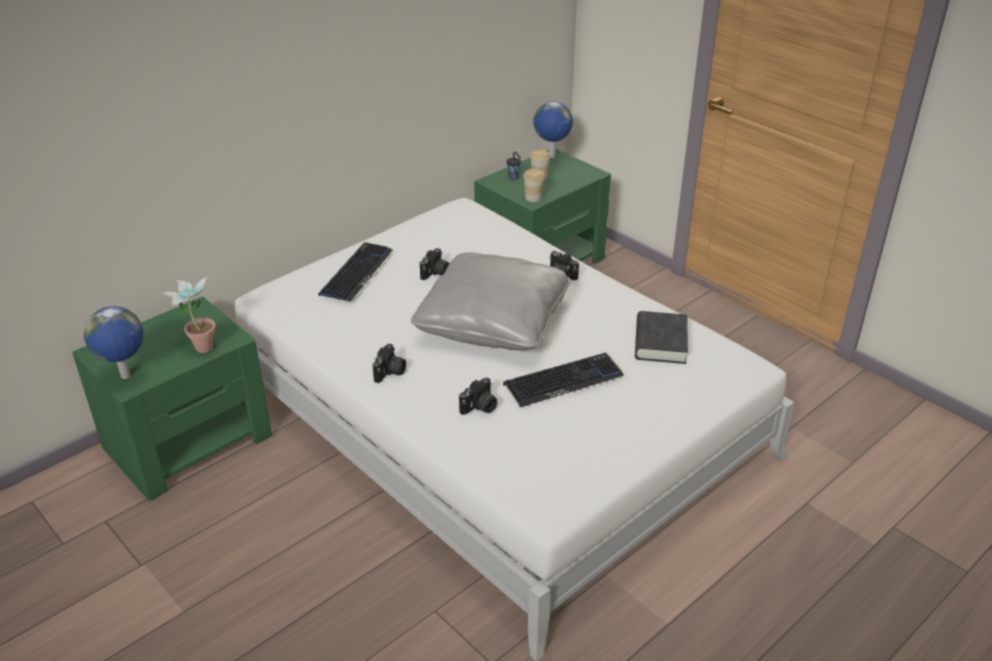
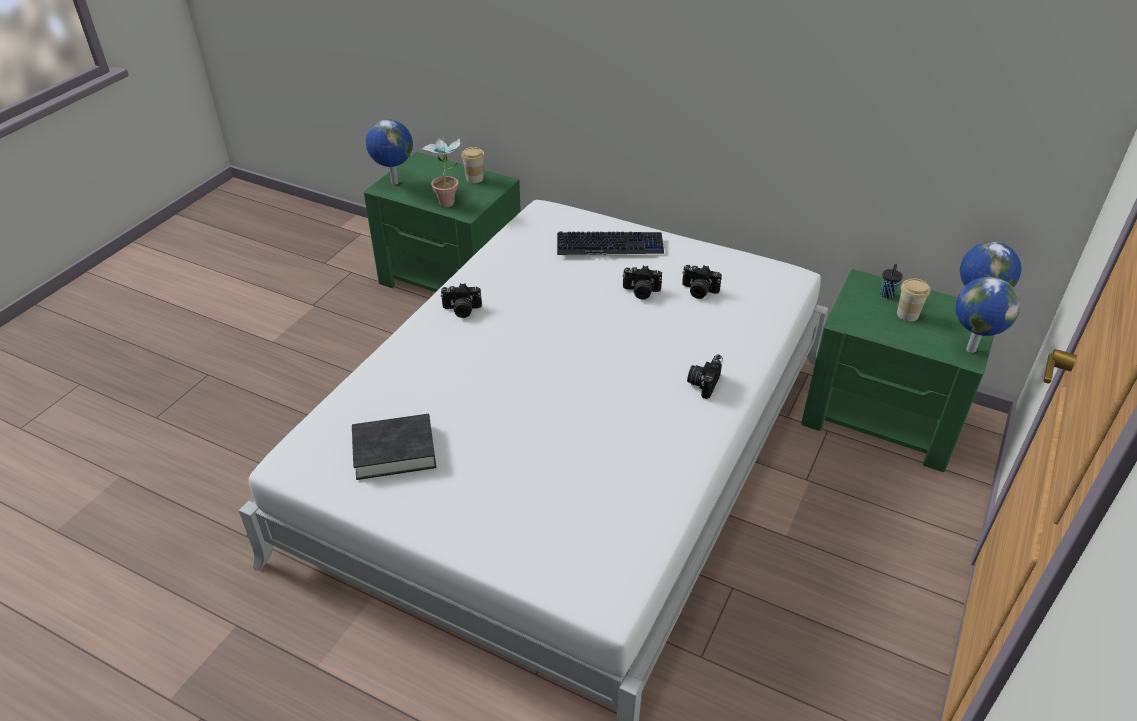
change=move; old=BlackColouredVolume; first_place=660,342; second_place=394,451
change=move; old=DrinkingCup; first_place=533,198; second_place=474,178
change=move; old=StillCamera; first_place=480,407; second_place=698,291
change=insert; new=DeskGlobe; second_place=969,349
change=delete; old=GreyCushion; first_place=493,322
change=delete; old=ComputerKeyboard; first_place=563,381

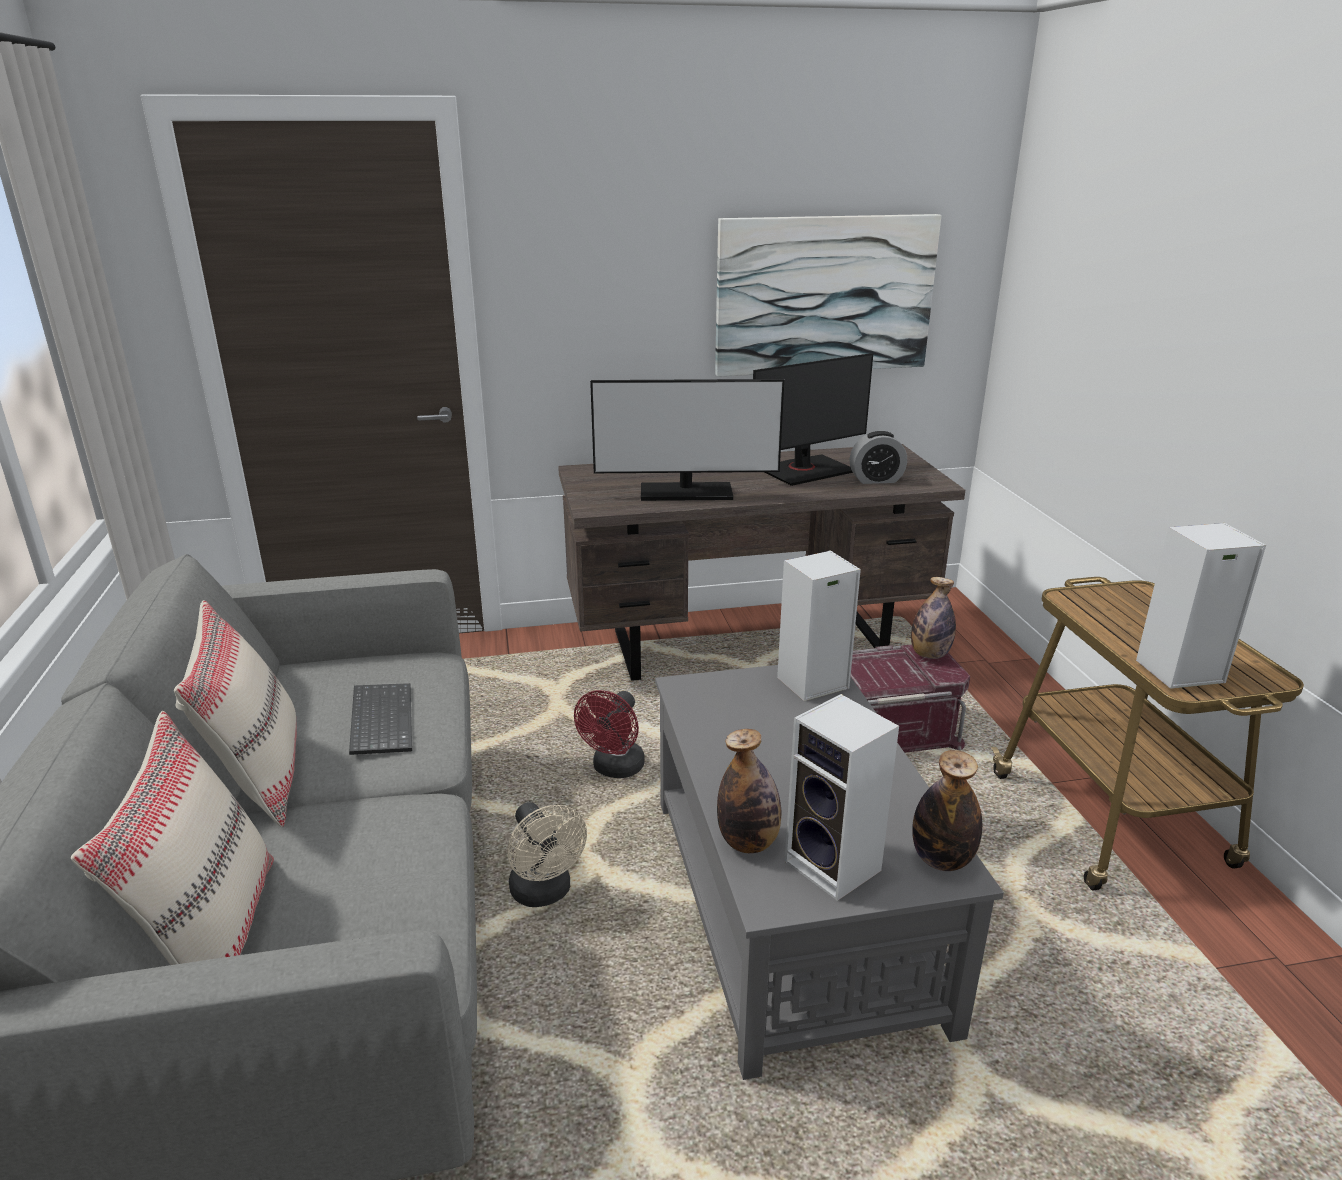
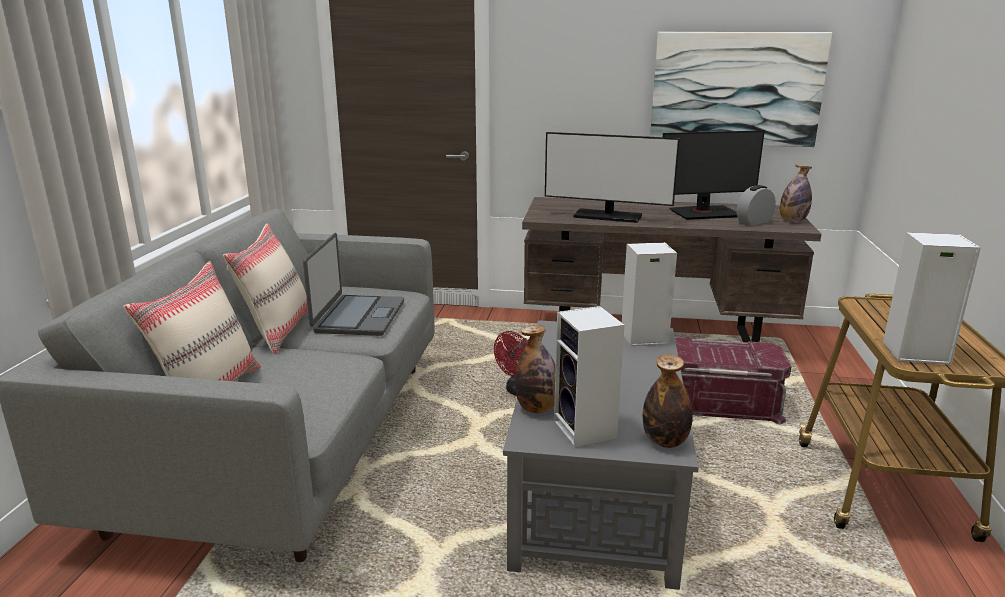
change=replace; old=ComputerKeyboard; new=NotebookComputer; first_place=379,720; second_place=358,317
change=rotate; old=BedsideClock; first_place=876,480; second_place=754,222; degrees=135
change=move; old=DrinkBottle; first_place=929,655; second_place=792,221
change=delete; old=BeigeColouredFan; first_place=545,893

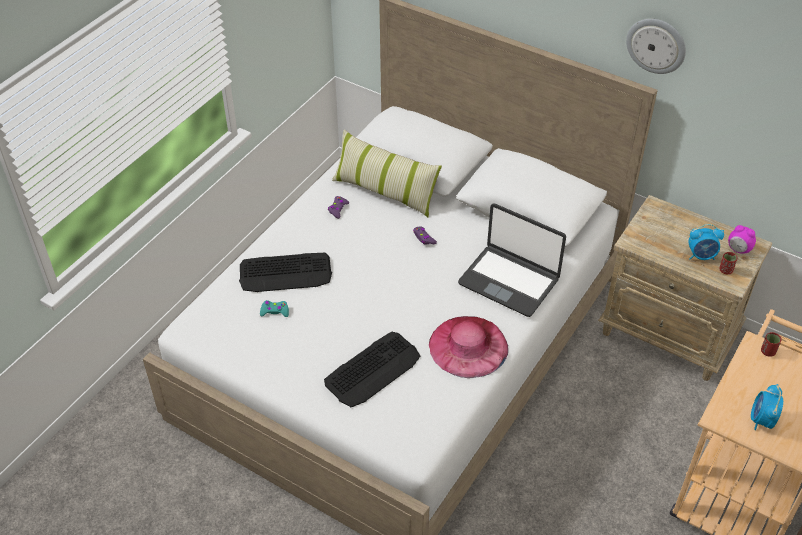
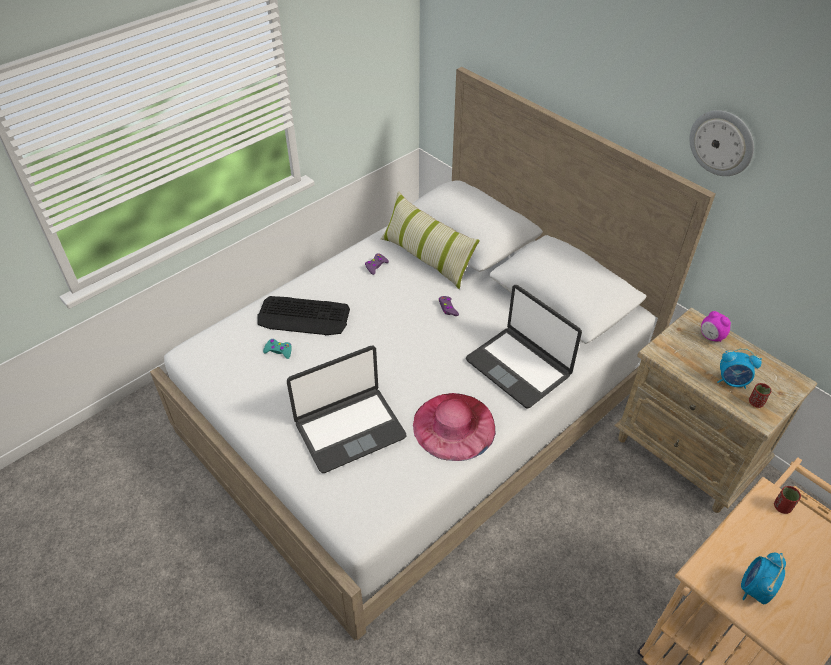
change=replace; old=ComputerKeyboard; new=NotebookComputer; first_place=373,369; second_place=349,429
change=move; old=BedsideClock; first_place=738,250; second_place=711,337

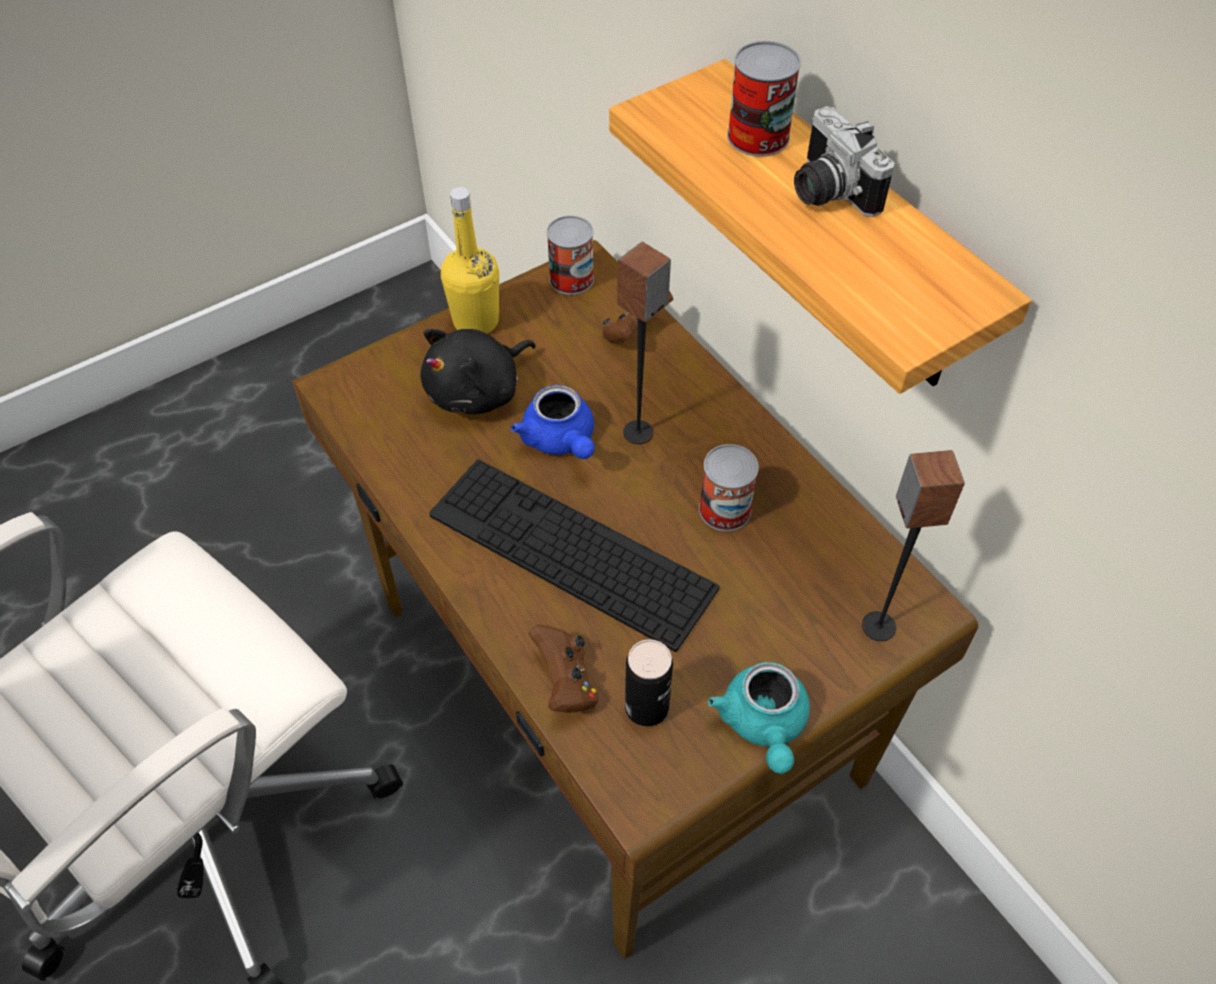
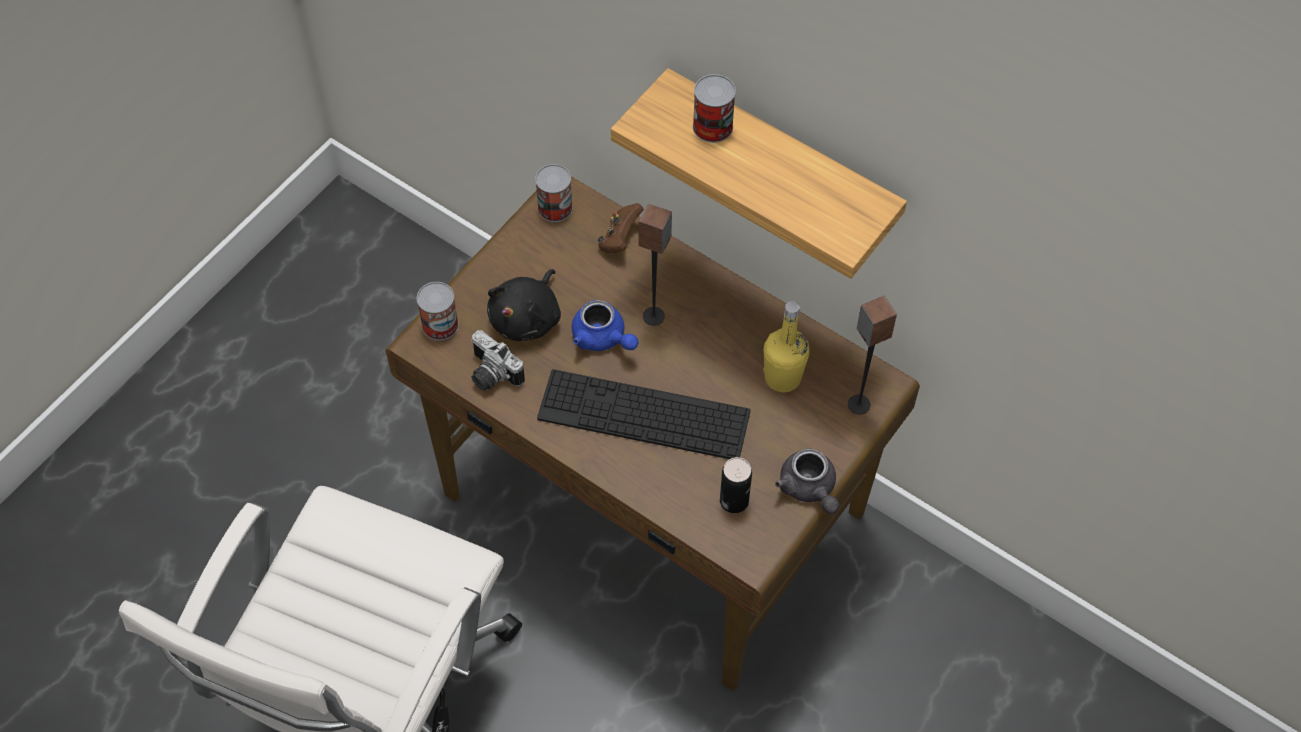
change=move; old=Can; first_place=725,509; second_place=440,325
change=move; old=StillCamera; first_place=826,191; second_place=491,374
change=move; old=YellowDrinkBottle; first_place=476,321; second_place=782,377
change=recolor; old=TurquoiseColouredTeaPot; new=GreyTeaPot; first_place=763,725; second_place=809,489
change=delete; old=BrownishGamepad; first_place=566,683

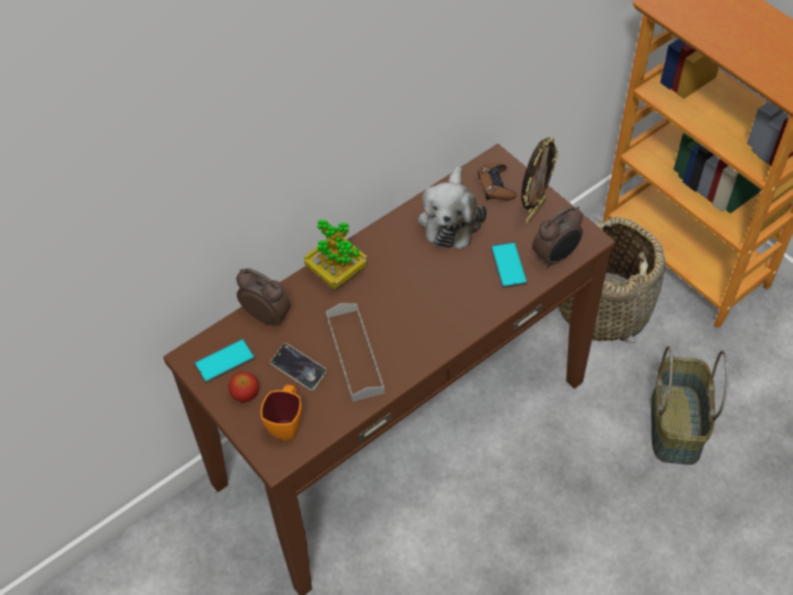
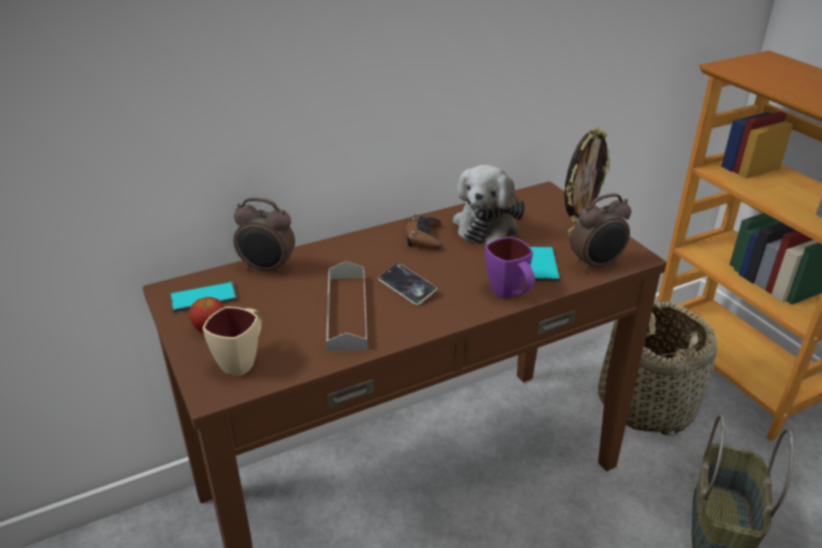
change=recolor; old=OrangeCoffeeMug; new=BeigeColouredCoffeeMug; first_place=287,424; second_place=243,360
change=rotate; old=BedsideClock; first_place=267,315; second_place=267,269; degrees=150
change=move; old=Telephone; first_place=298,369; second_place=407,287
change=move; old=BrownishGamepad; first_place=496,186; second_place=424,237
change=insert; new=PurpleCoffeeMug; second_place=510,294
change=delete; old=PottedPlant; first_place=337,272

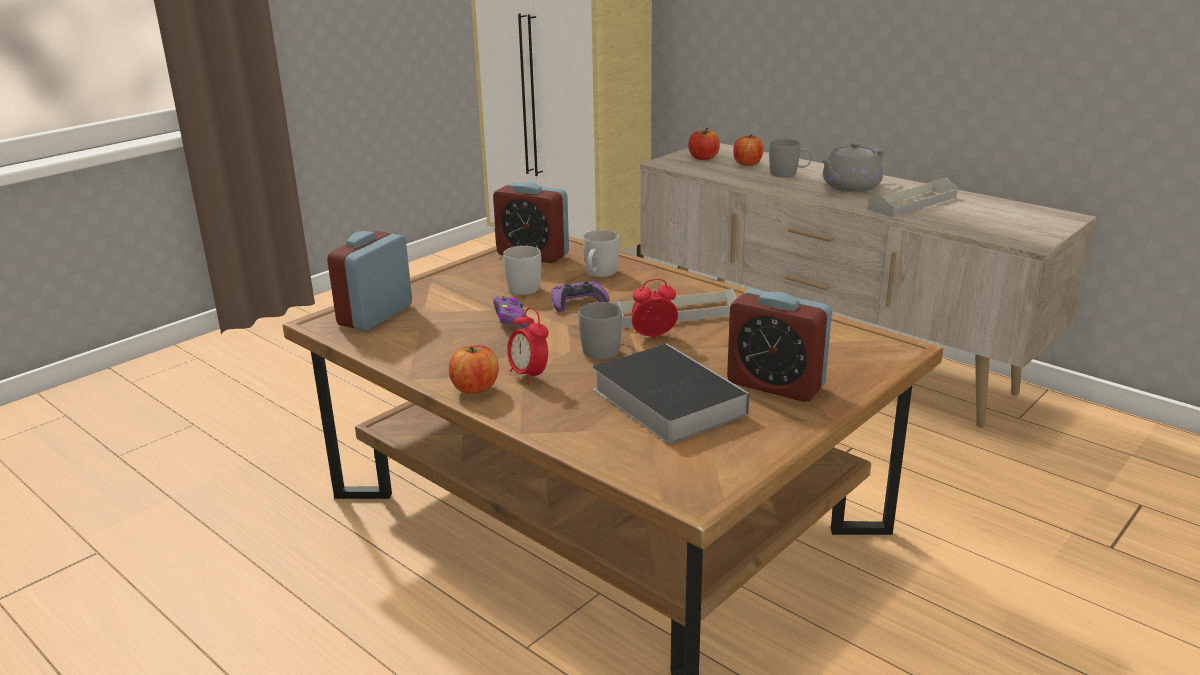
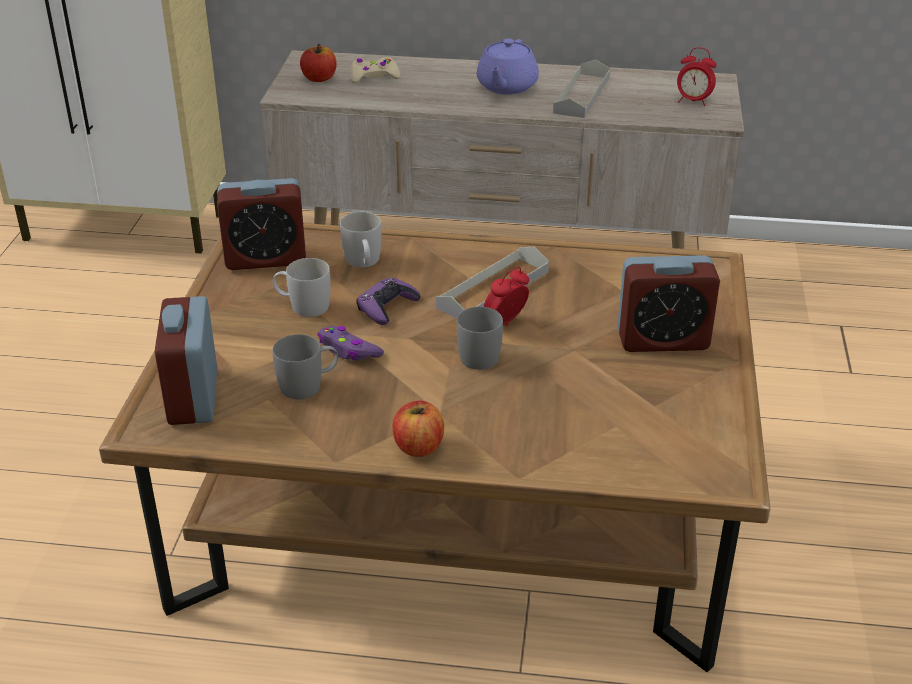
change=move; old=GreyCoffeeMug; first_place=789,174; second_place=308,385
change=replace; old=Apple; new=BeigeColouredGamepad; first_place=747,164; second_place=374,77
change=recolor; old=GreyTeaPot; new=PurpleTeaPot; first_place=850,187; second_place=506,87
change=move; old=BedsideClock; first_place=529,375; second_place=693,101
change=delete; old=Volume; first_place=664,399

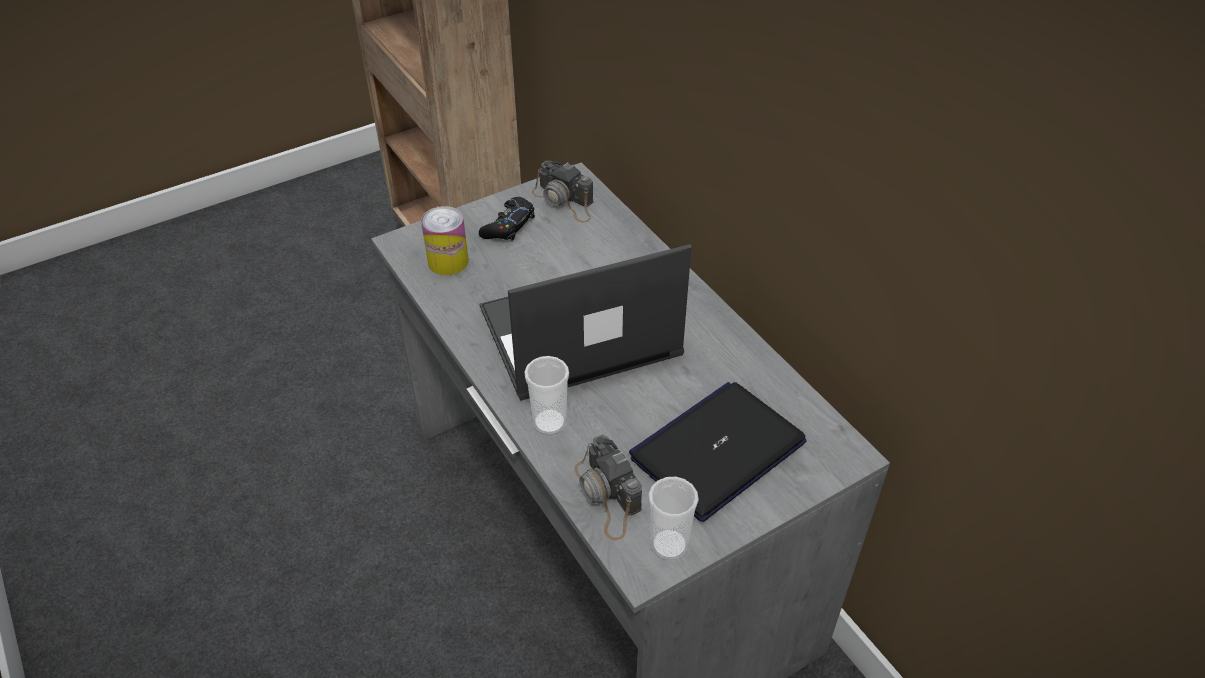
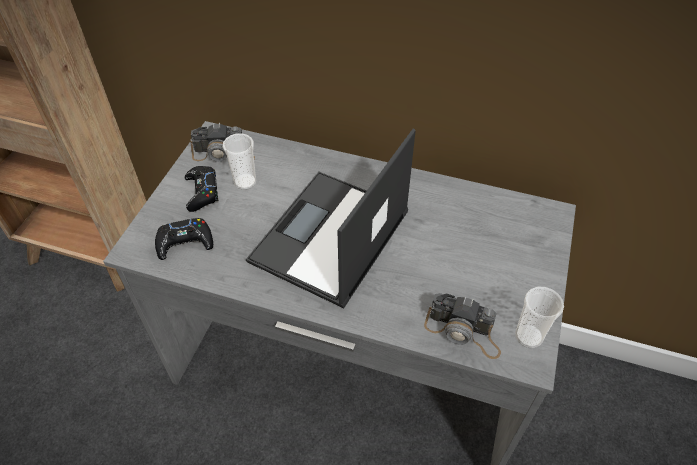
change=replace; old=Can; new=BlackColouredGamepad; first_place=448,261; second_place=185,243
change=move; old=DrinkingCup; first_place=549,422; second_place=245,182
change=delete; old=NotebookComputer; first_place=717,450

